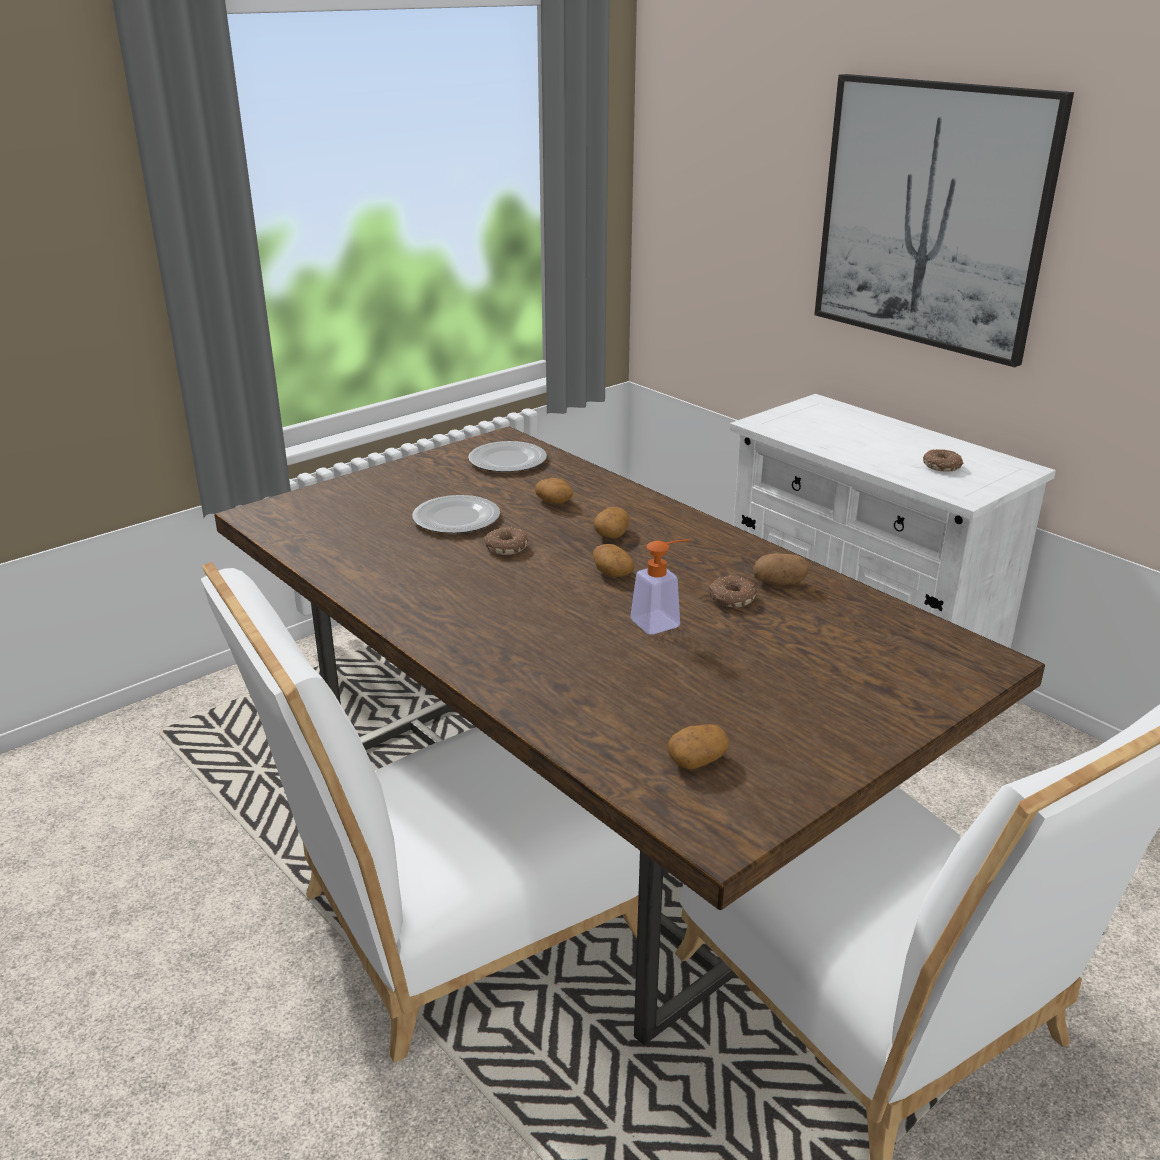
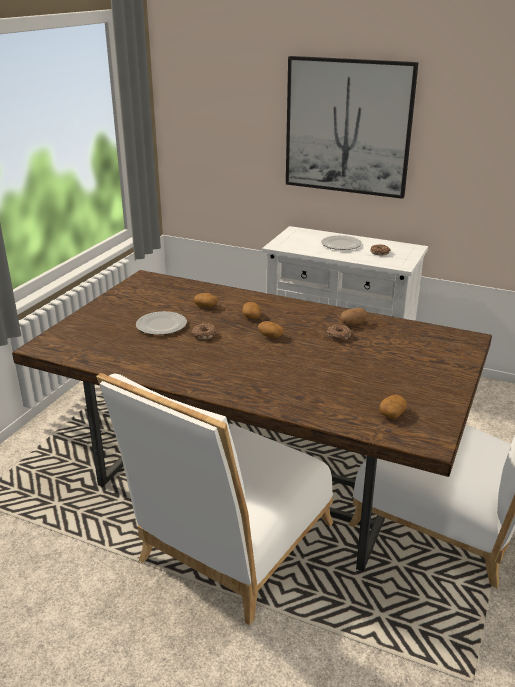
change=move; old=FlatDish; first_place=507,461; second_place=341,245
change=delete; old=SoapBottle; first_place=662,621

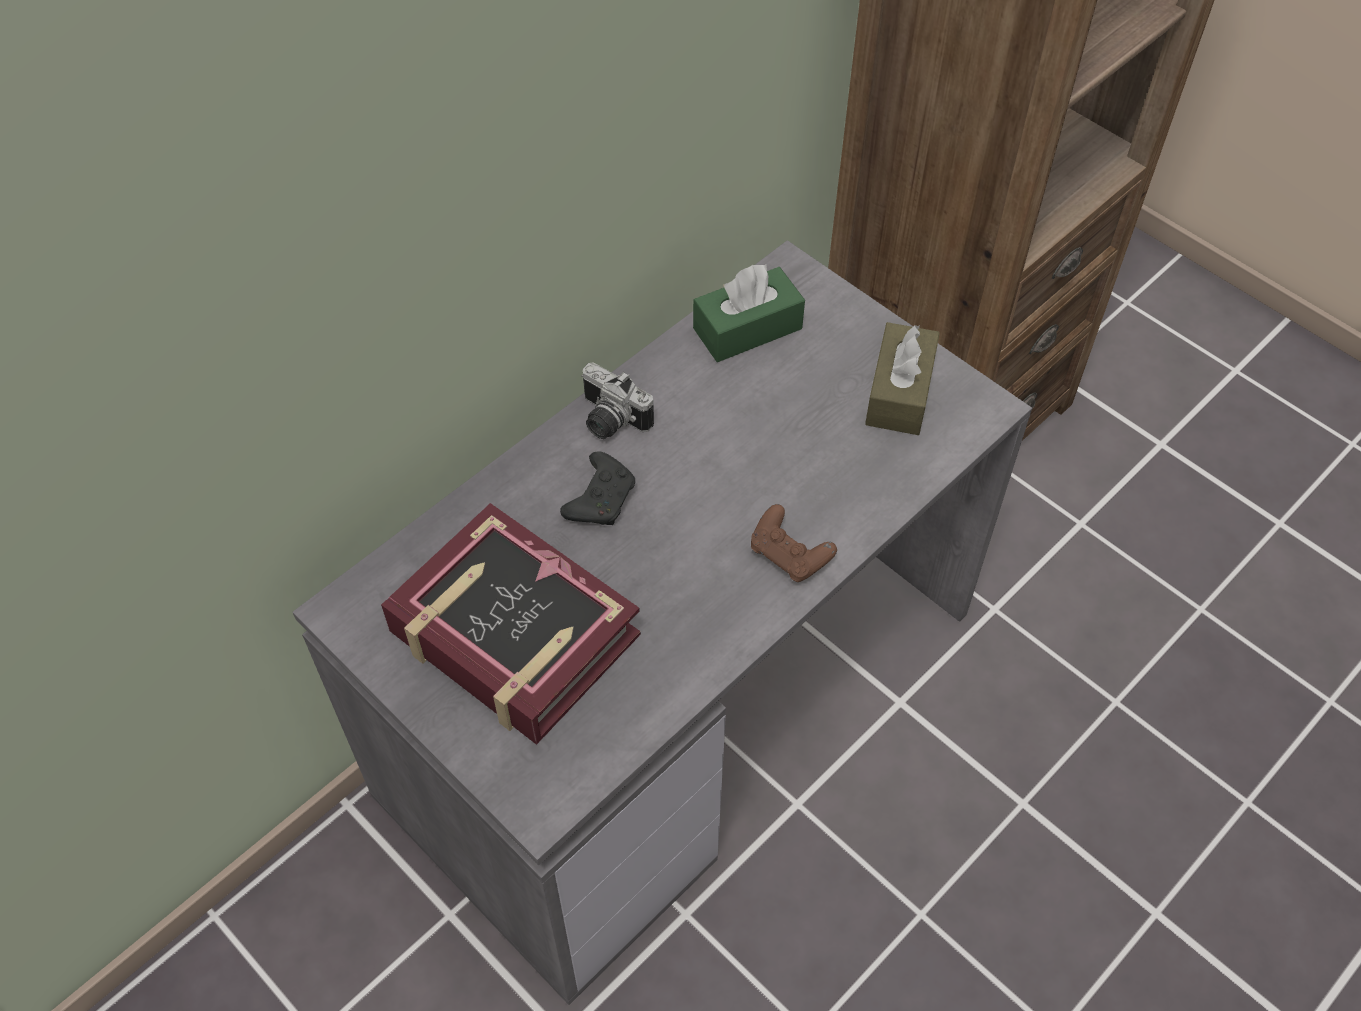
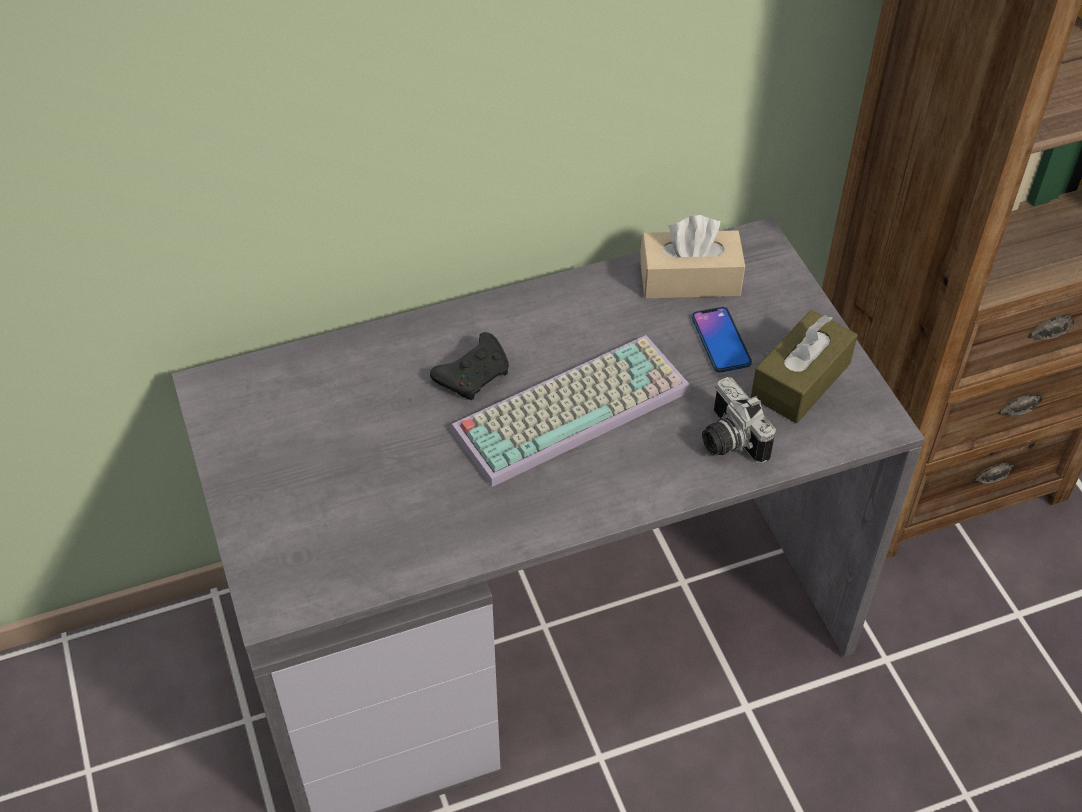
change=insert; new=ComputerKeyboard; second_place=572,406
change=recolor; old=GreenColouredTissueHolder; new=BeigeColouredTissueHolder; first_place=747,328; second_place=690,279
change=insert; new=Telephone; second_place=721,340
change=move; old=StillCamera; first_place=609,420; second_place=727,440
change=delete; old=Volume; first_place=513,635
change=delete; old=BrownishGamepad; first_place=789,555

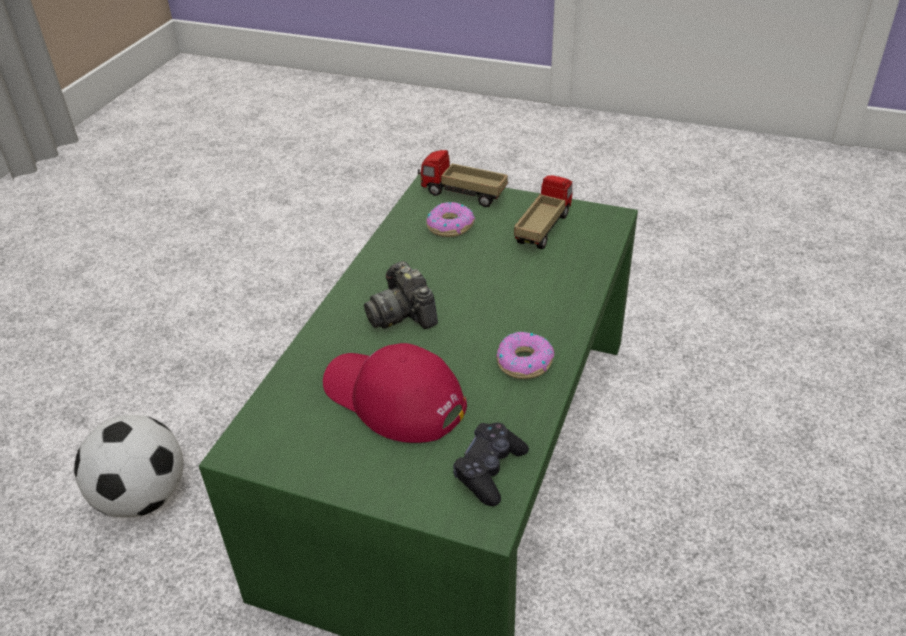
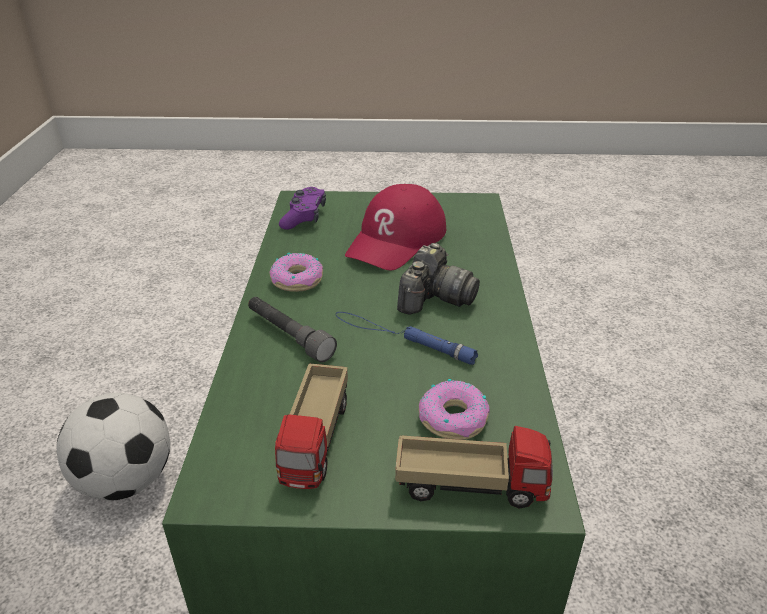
change=move; old=FootballBall; first_place=143,498; second_place=126,480
change=insert; new=GreyFlashlight; second_place=289,336
change=recolor; old=BlackColouredGamepad; new=PurpleGamepad; first_place=489,470; second_place=304,217
change=insert; new=BlueColouredFlashlight; second_place=402,337
change=rotate; old=ReddishBaseballCap; first_place=393,398; second_place=397,240; degrees=105
change=rotate; old=StillCamera; first_place=402,313; second_place=435,298; degrees=75

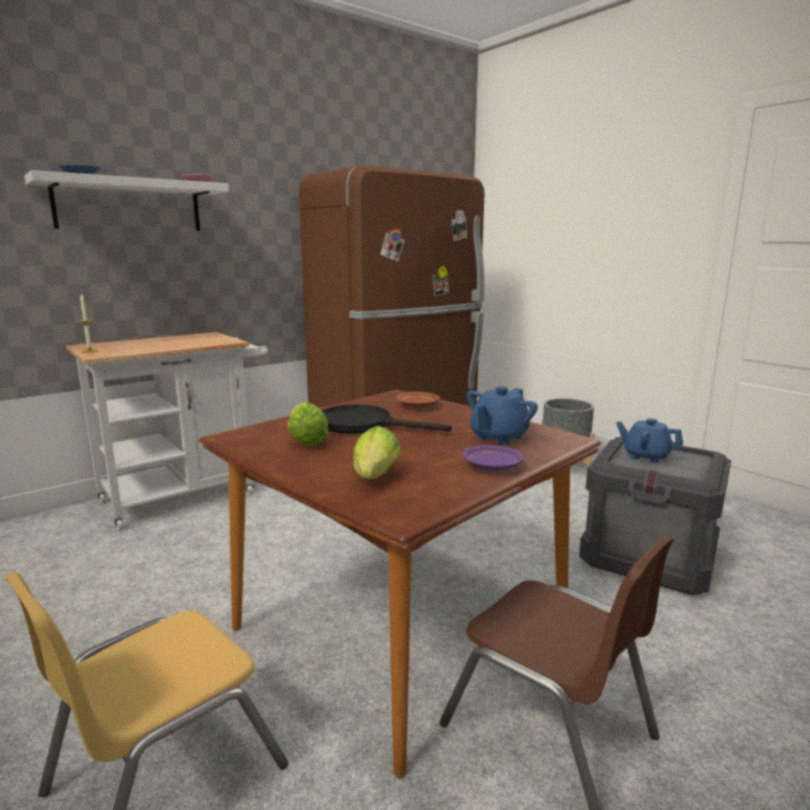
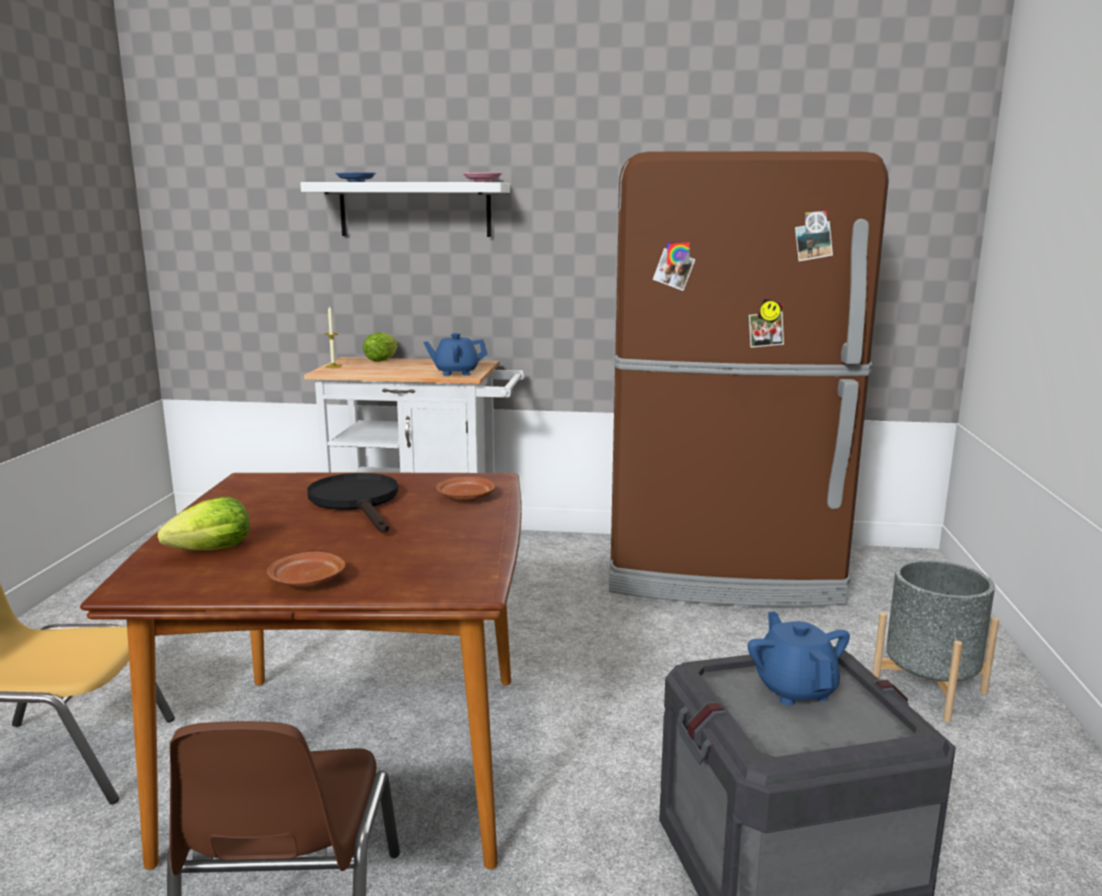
change=recolor; old=PurpleFlatDish; new=BrownishFlatDish; first_place=493,467; second_place=308,582
change=move; old=HeadOfLettuce; first_place=306,440; second_place=383,360
change=move; old=BlueColouredTeaPot; first_place=498,437; second_place=456,373

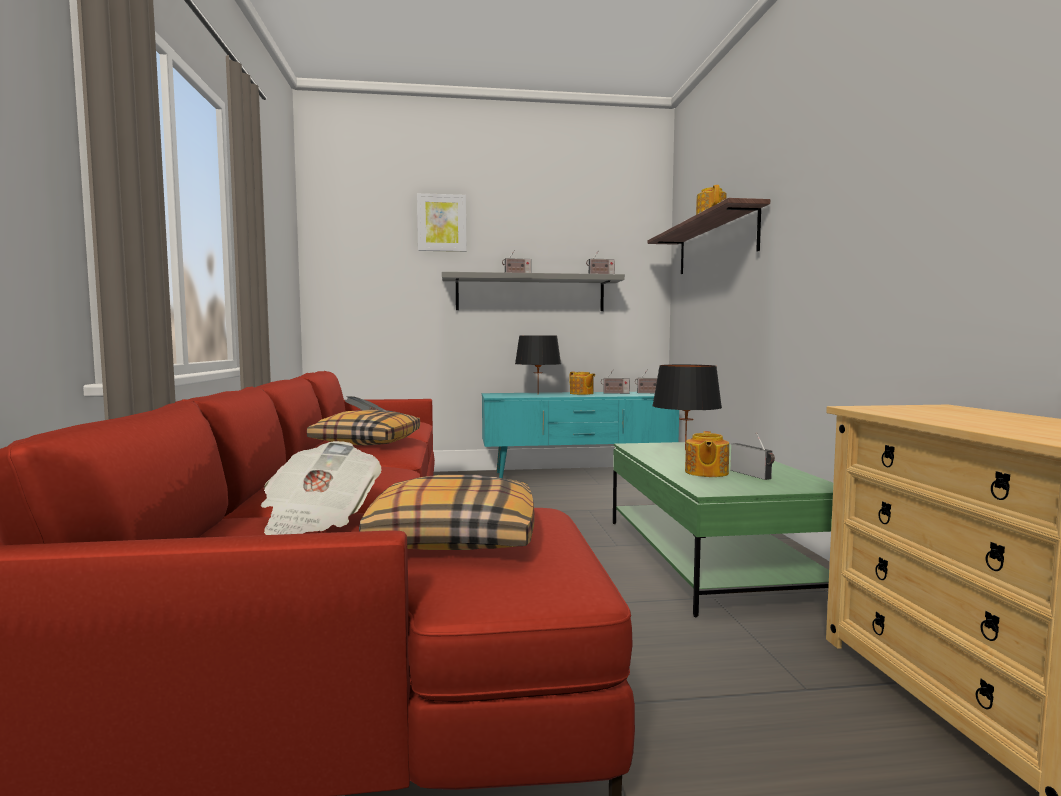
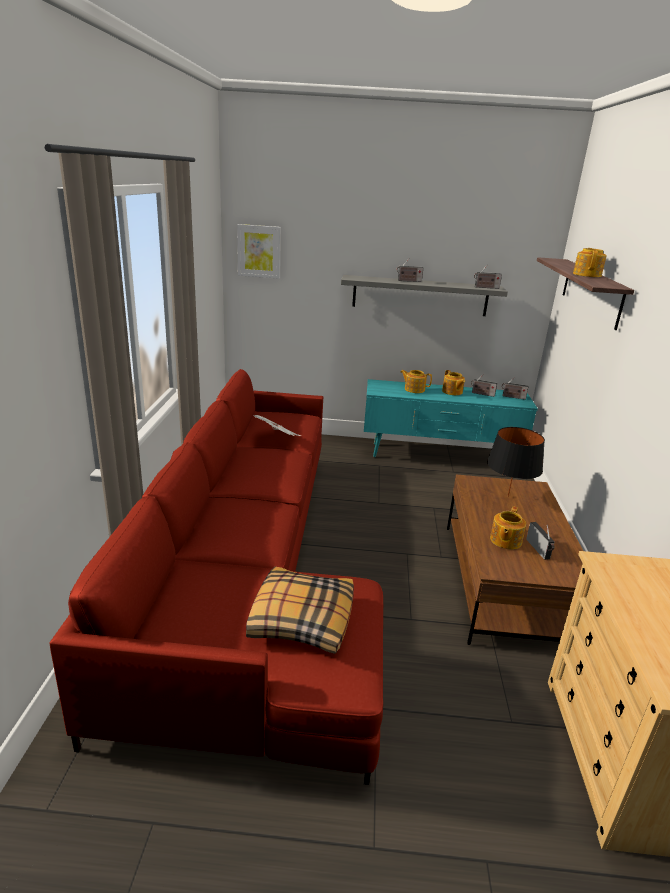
change=move; old=WallPicture; first_place=442,223; second_place=259,251
change=replace; old=BlackColouredLampForATable; new=TeaPot; first_place=538,394; second_place=414,389
change=recolor; old=GreenColouredLowTable; new=BrownishLowTable; first_place=708,557; second_place=504,583
change=delete; old=DailyPaper; first_place=318,519
change=delete; old=Cushion; first_place=366,441

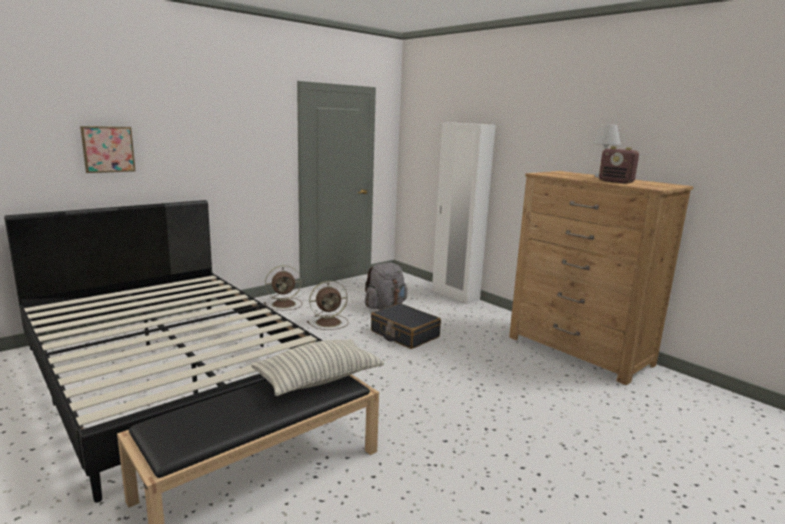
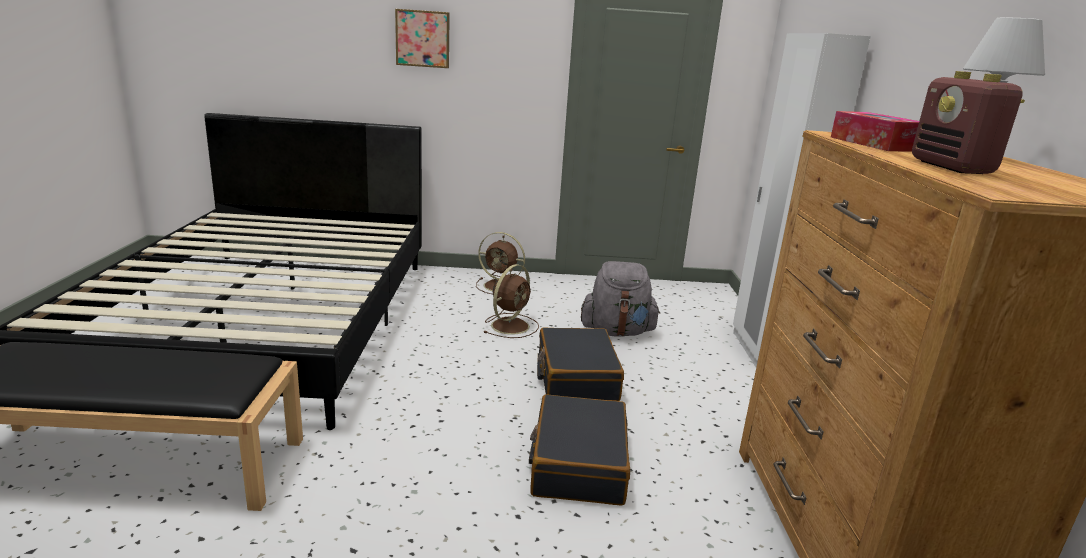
change=move; old=WallPicture; first_place=108,149; second_place=423,38
change=rotate; old=BrownishFan; first_place=329,322; second_place=511,325; degrees=-75
change=insert; new=BlackColouredSuitcase; second_place=578,463
change=insert; new=TissueHolder; second_place=874,144
change=delete; old=Cushion; first_place=318,380

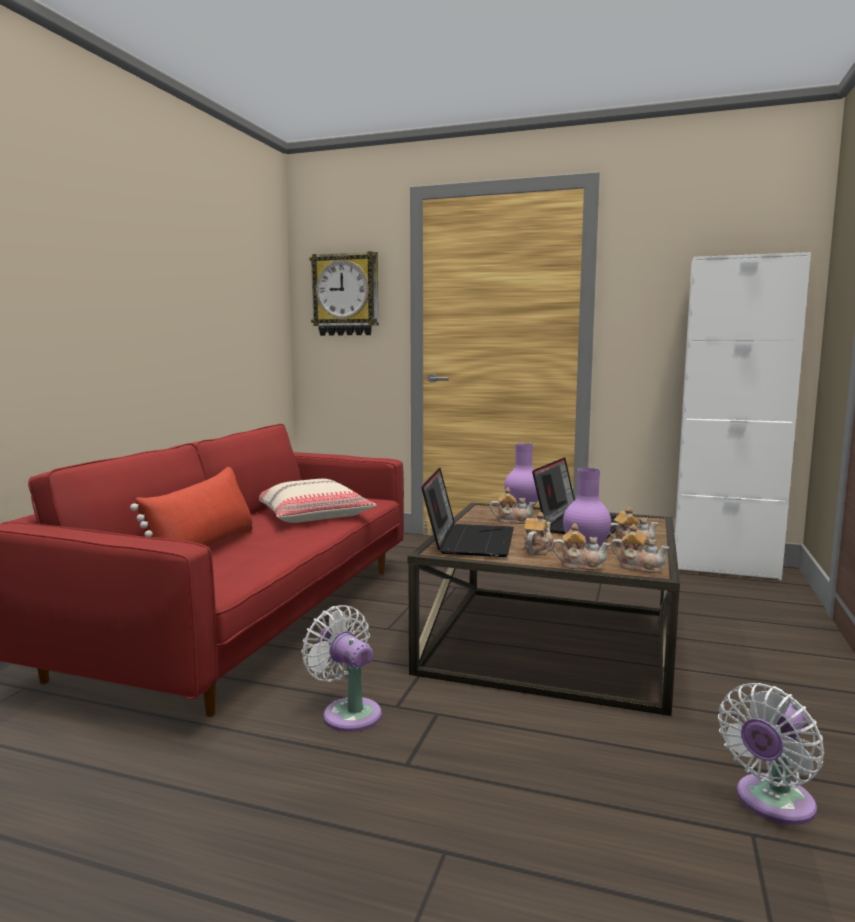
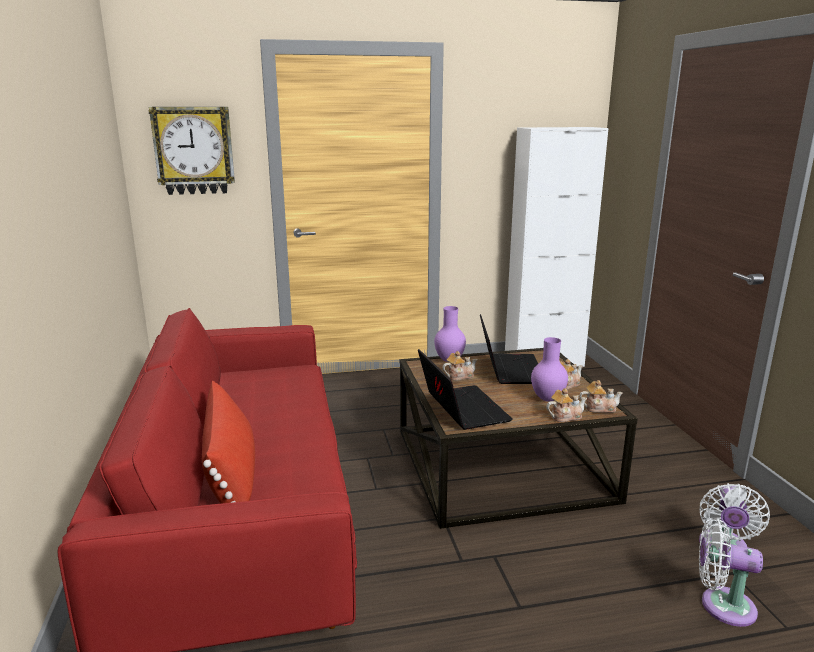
change=move; old=WhiteFan; first_place=348,712; second_place=722,605
change=delete; old=BeigeColouredCushion; first_place=312,516
change=delete; old=TeaPot; first_place=537,550

